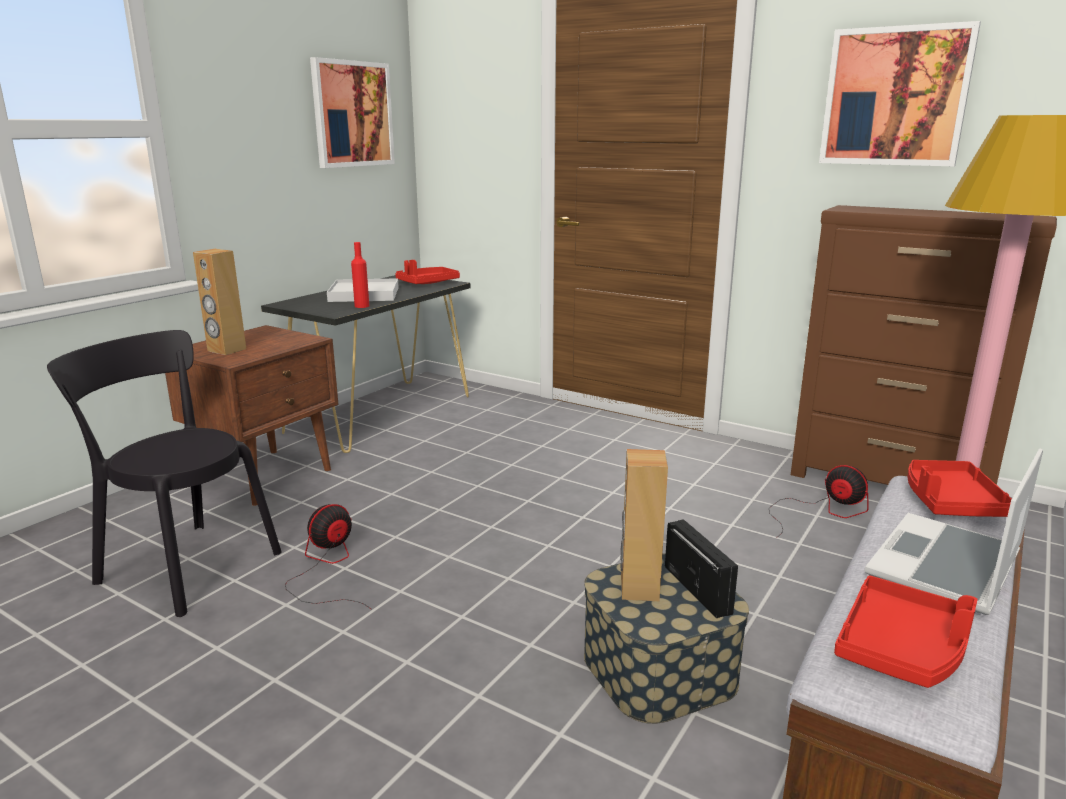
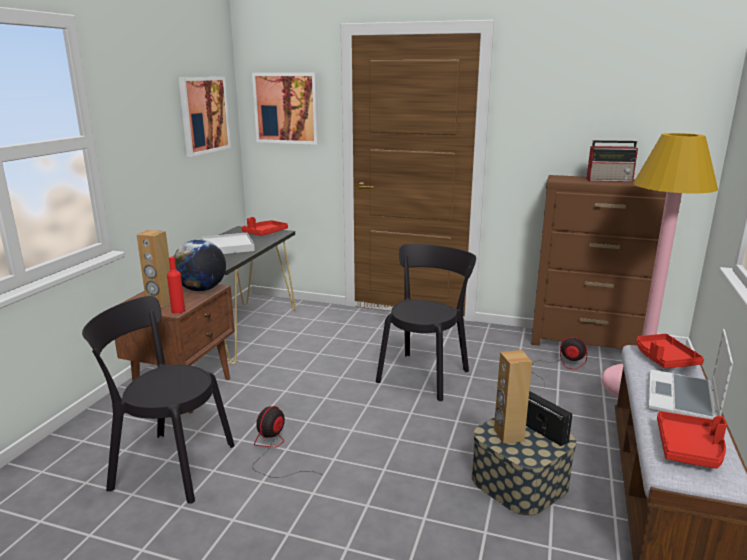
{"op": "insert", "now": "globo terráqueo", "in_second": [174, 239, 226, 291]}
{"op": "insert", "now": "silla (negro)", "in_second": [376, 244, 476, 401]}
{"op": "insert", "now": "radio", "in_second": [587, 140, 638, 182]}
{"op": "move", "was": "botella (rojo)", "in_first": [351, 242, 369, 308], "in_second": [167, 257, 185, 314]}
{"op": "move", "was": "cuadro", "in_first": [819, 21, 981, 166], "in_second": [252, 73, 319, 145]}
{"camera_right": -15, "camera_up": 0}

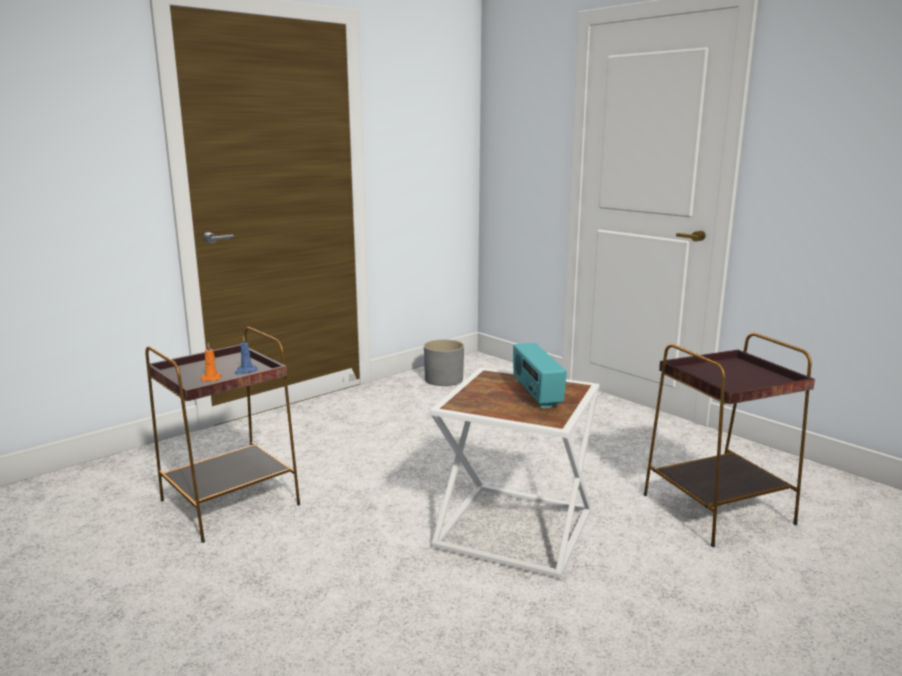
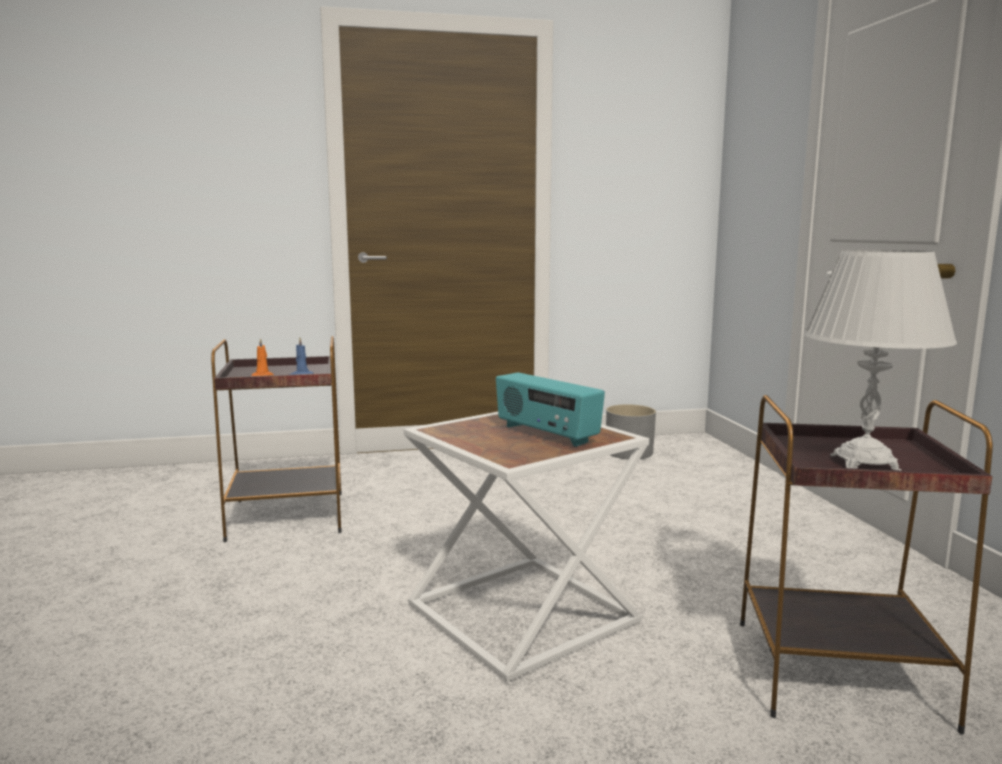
{"op": "insert", "now": "lámpara de mesa (blanco)", "in_second": [804, 250, 957, 470]}
{"op": "rotate", "was": "radio", "in_first": [513, 343, 567, 409], "in_second": [496, 372, 605, 447], "clockwise": -60}
{"camera_right": 30, "camera_up": -5}

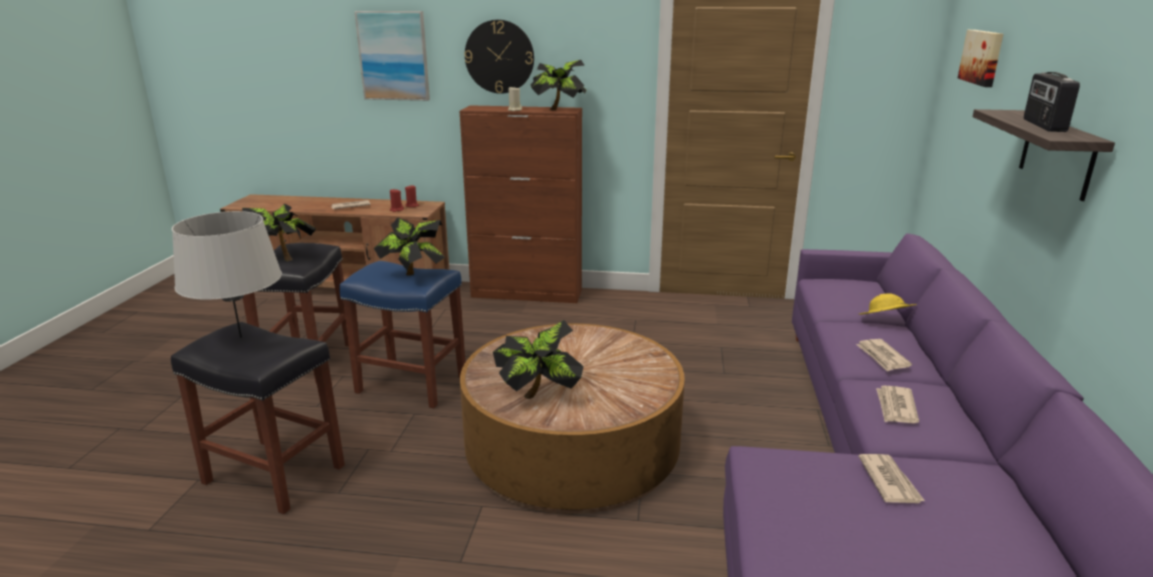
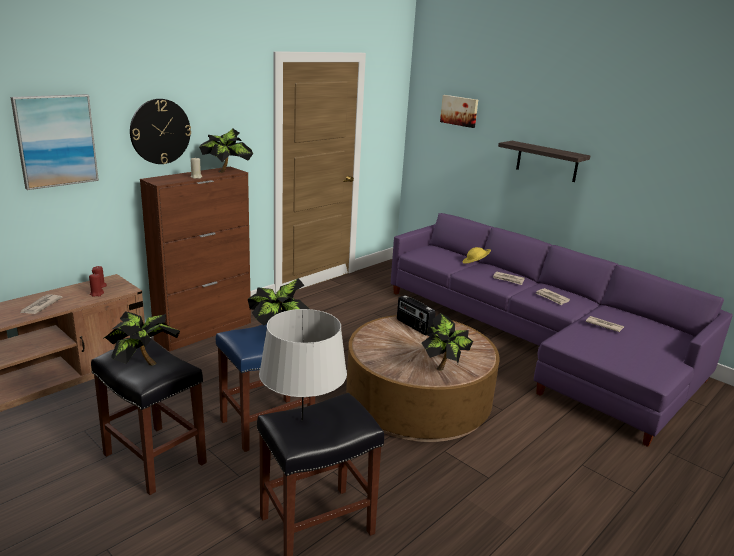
{"op": "move", "was": "radio", "in_first": [1024, 72, 1080, 132], "in_second": [397, 295, 436, 336]}
{"camera_right": -55, "camera_up": 0}

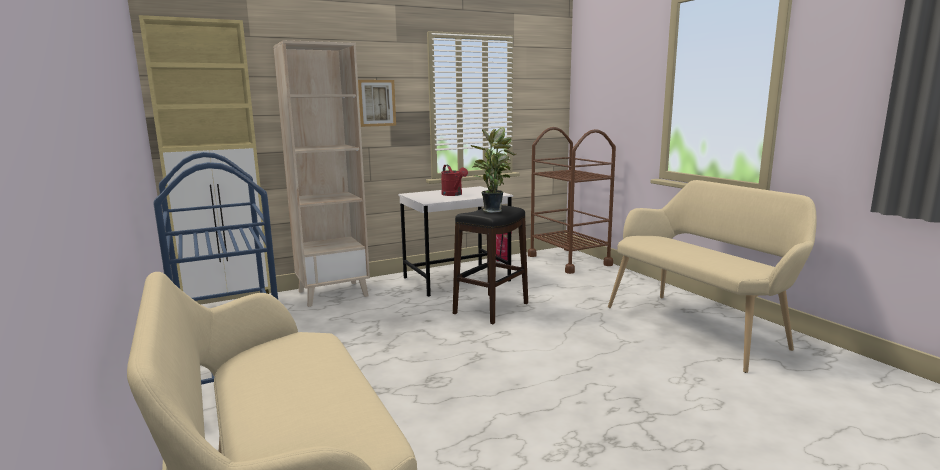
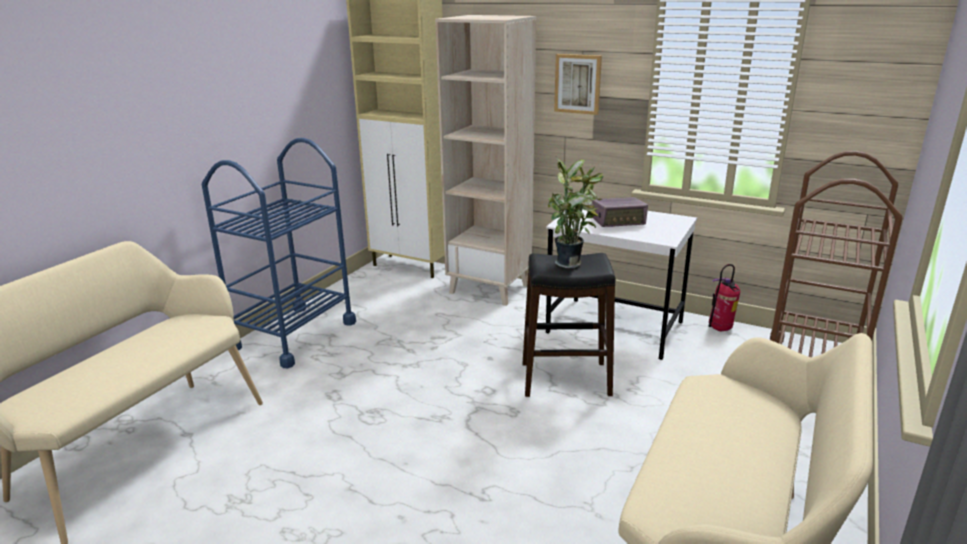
{"op": "replace", "was": "regadera (rojo)", "now": "radio", "in_first": [441, 165, 468, 196], "in_second": [592, 197, 648, 227]}
{"camera_right": 55, "camera_up": 10}

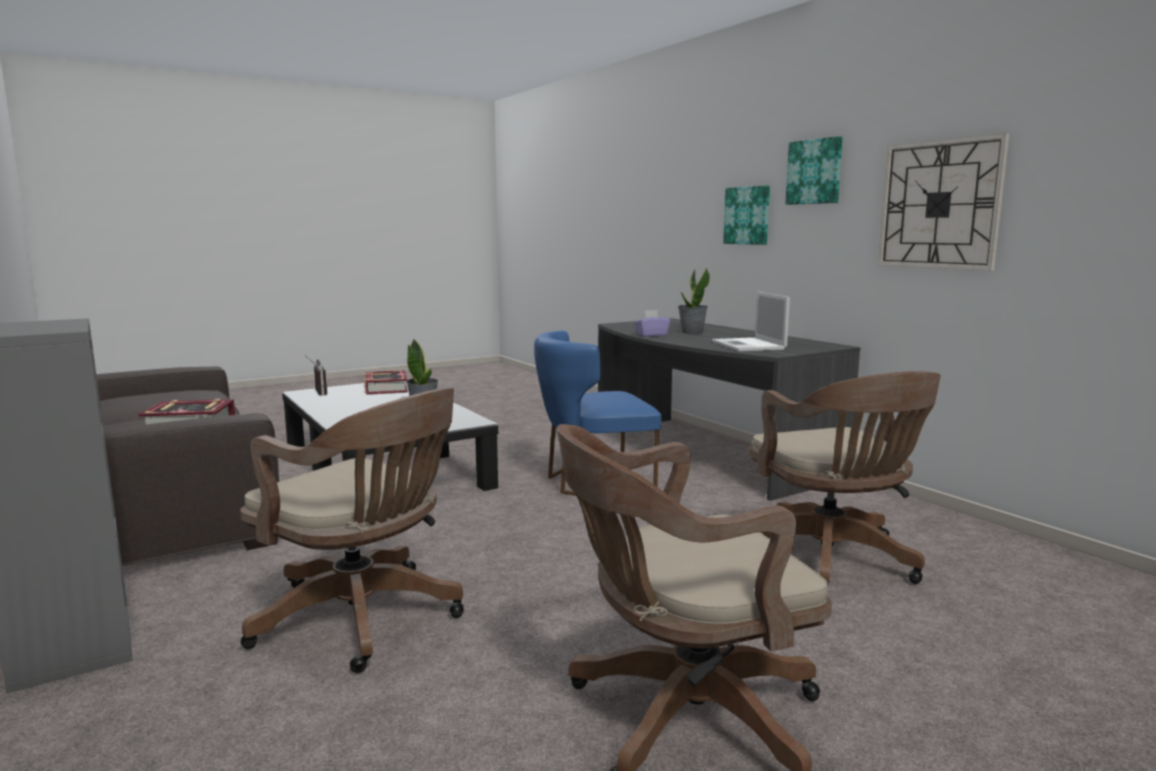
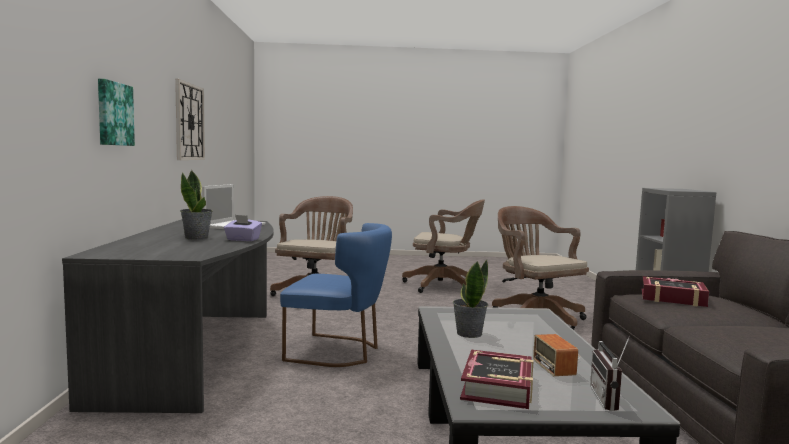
{"op": "delete", "was": "cuadro", "in_first": [785, 136, 843, 205]}
{"op": "insert", "now": "radio", "in_second": [533, 334, 580, 376]}
{"camera_right": -150, "camera_up": -5}

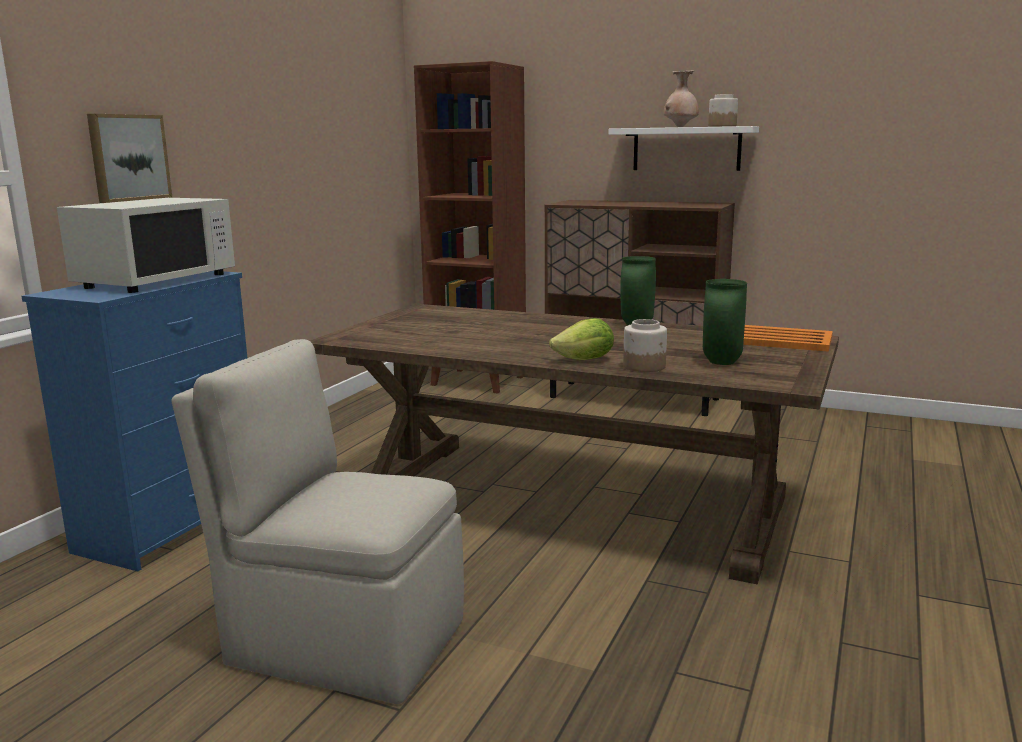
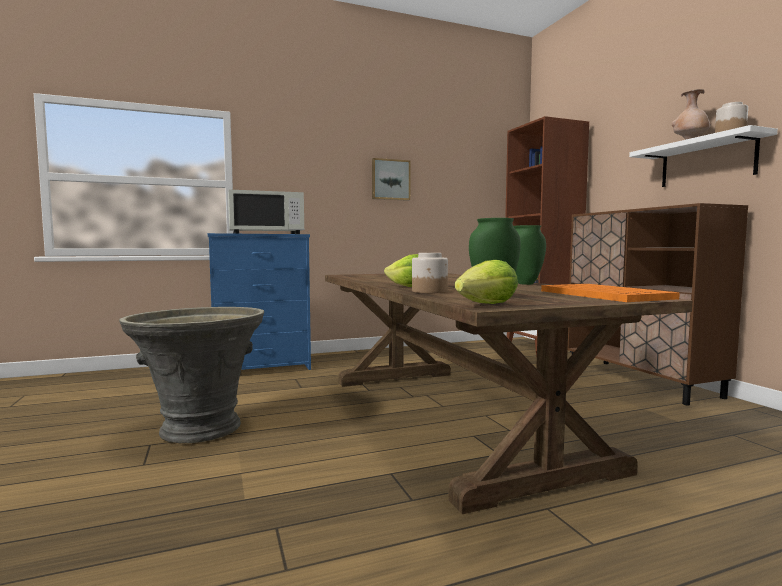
{"op": "insert", "now": "lechuga", "in_second": [455, 260, 518, 304]}
{"op": "move", "was": "cuadro", "in_first": [87, 114, 172, 203], "in_second": [372, 158, 411, 201]}
{"op": "replace", "was": "silla (beis)", "now": "maceta (gris)", "in_first": [172, 339, 464, 704], "in_second": [119, 307, 264, 443]}
{"camera_right": 45, "camera_up": -10}

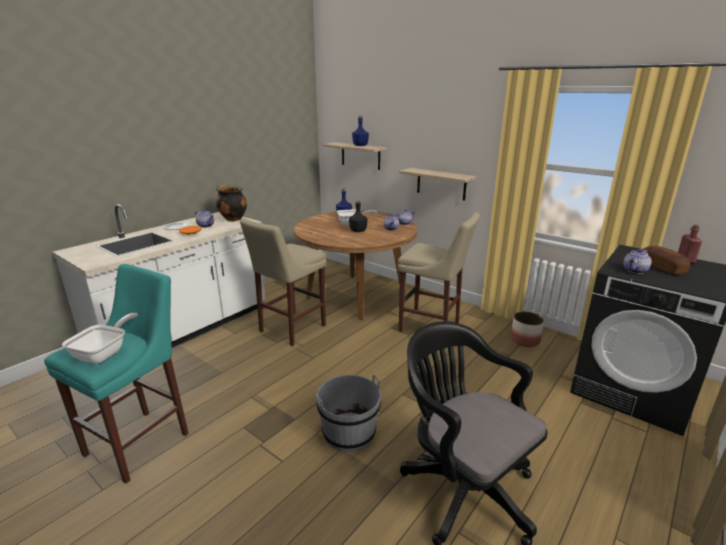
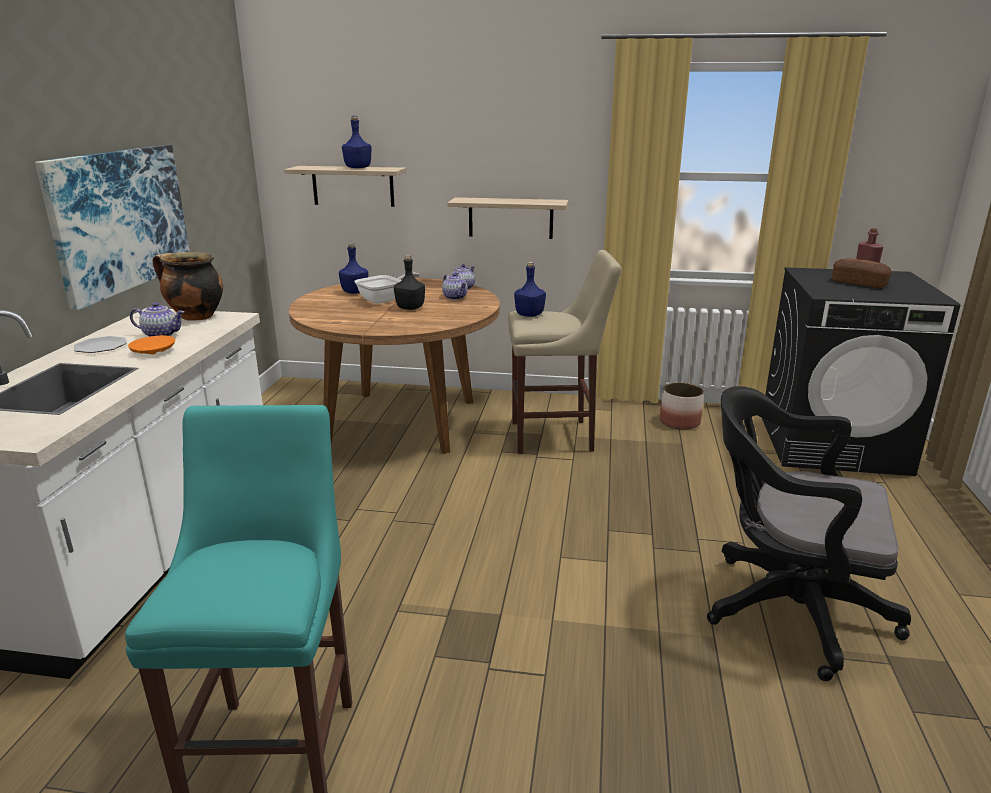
{"op": "delete", "was": "sartén", "in_first": [62, 313, 138, 364]}
{"op": "delete", "was": "taburete (beis)", "in_first": [240, 218, 326, 346]}
{"op": "delete", "was": "cubo (gris)", "in_first": [316, 375, 381, 452]}
{"op": "delete", "was": "tetera", "in_first": [623, 249, 651, 274]}
{"op": "insert", "now": "cuadro", "in_second": [35, 145, 190, 310]}
{"op": "insert", "now": "botella (azul)", "in_second": [514, 262, 546, 317]}
{"camera_right": -30, "camera_up": 0}

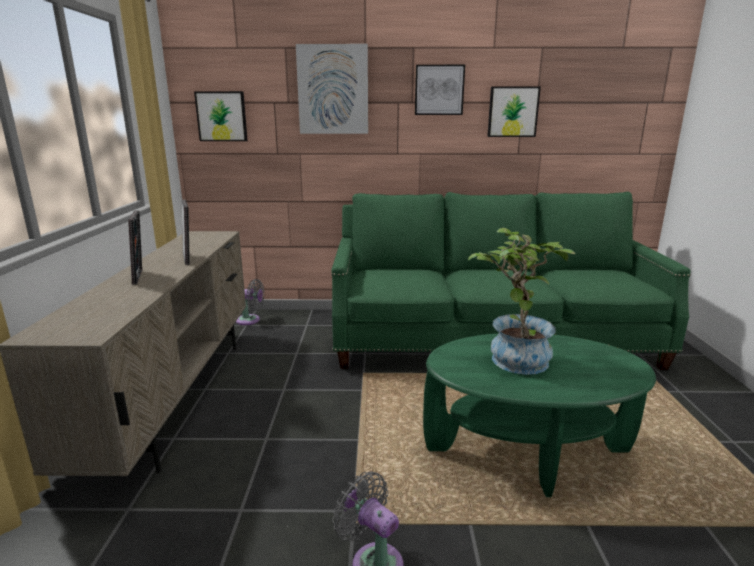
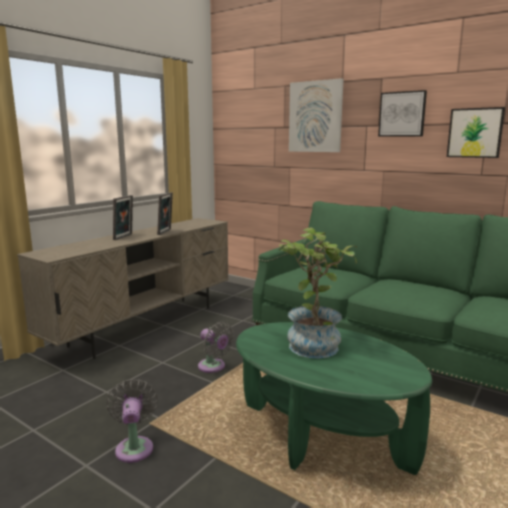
{"op": "delete", "was": "cuadro", "in_first": [194, 91, 248, 141]}
{"op": "move", "was": "ventilador (gris)", "in_first": [236, 279, 265, 325], "in_second": [198, 322, 234, 373]}
{"camera_right": 35, "camera_up": -5}

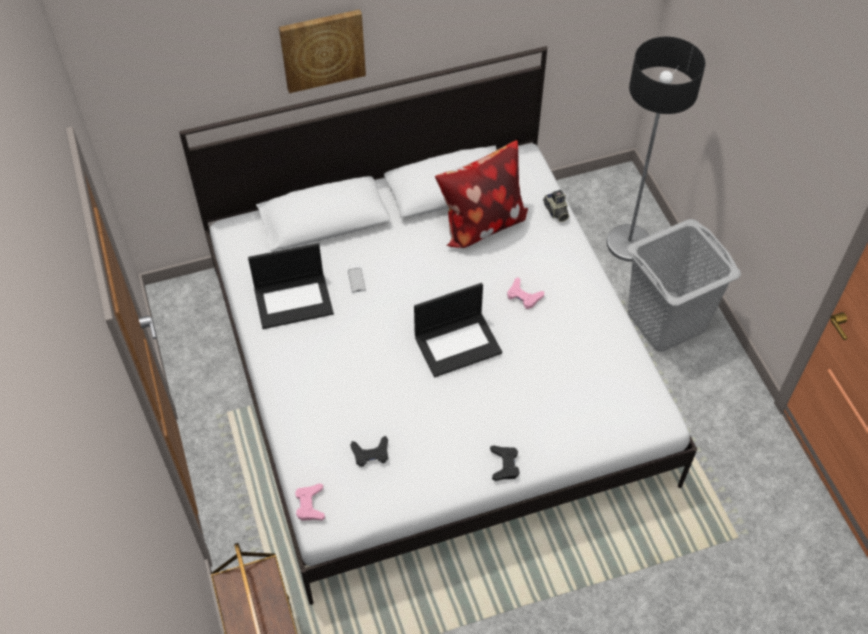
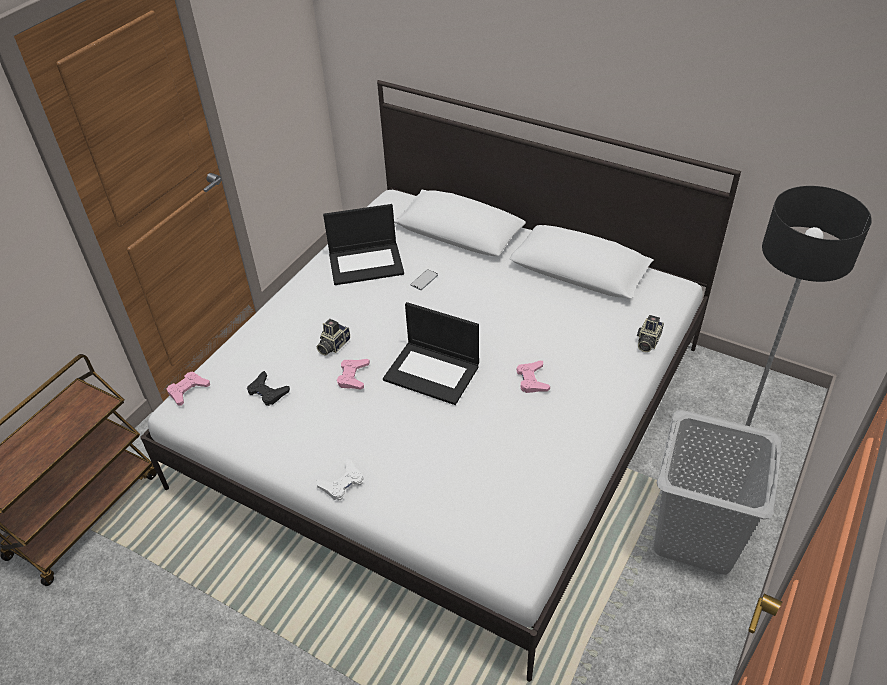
{"op": "delete", "was": "cuadro", "in_first": [279, 9, 366, 93]}
{"op": "delete", "was": "cojín", "in_first": [435, 140, 528, 248]}
{"op": "insert", "now": "cámara", "in_second": [317, 319, 350, 356]}
{"op": "insert", "now": "mando de consola (rosa)", "in_second": [337, 359, 370, 390]}
{"op": "recolor", "was": "mando de consola (negro)", "now": "mando de consola (blanco)", "in_first": [490, 445, 520, 481], "in_second": [316, 459, 363, 501]}
{"op": "rotate", "was": "portátil", "in_first": [248, 243, 334, 329], "in_second": [323, 204, 404, 285], "clockwise": -45}
{"camera_right": 50, "camera_up": -10}

